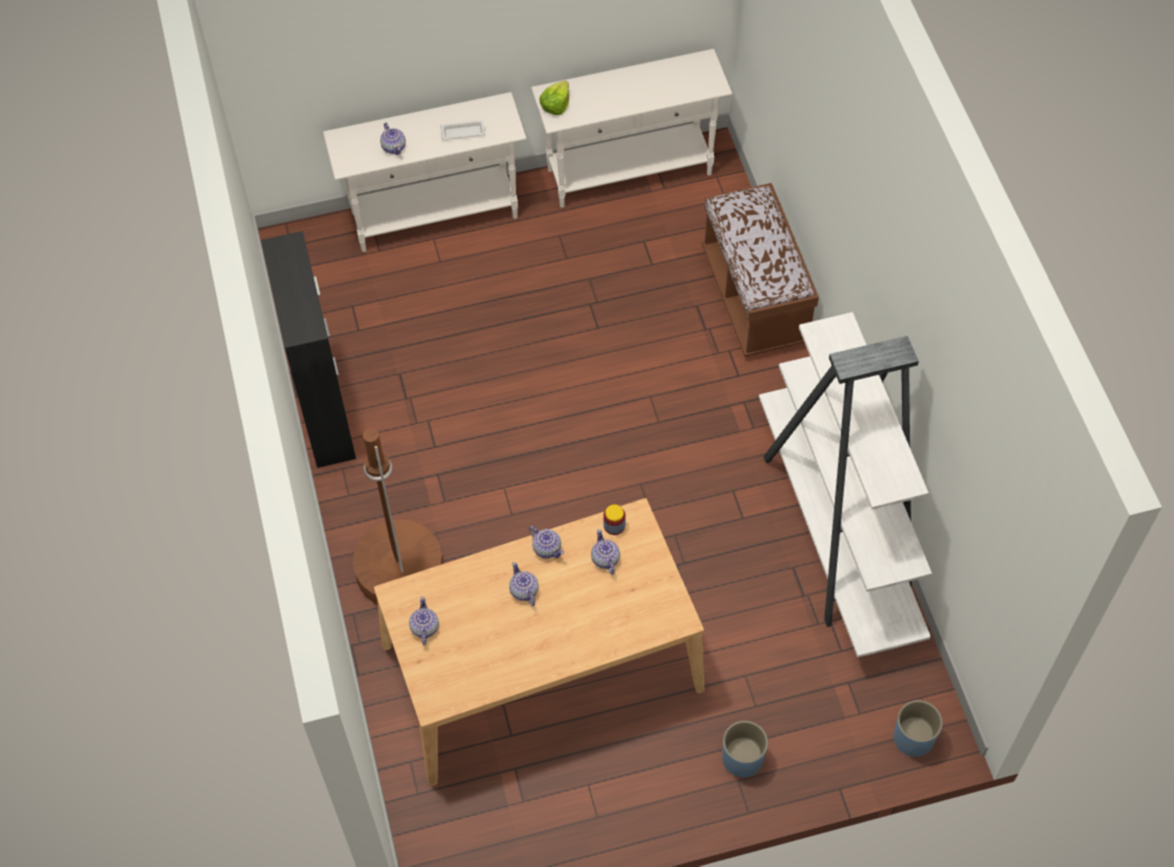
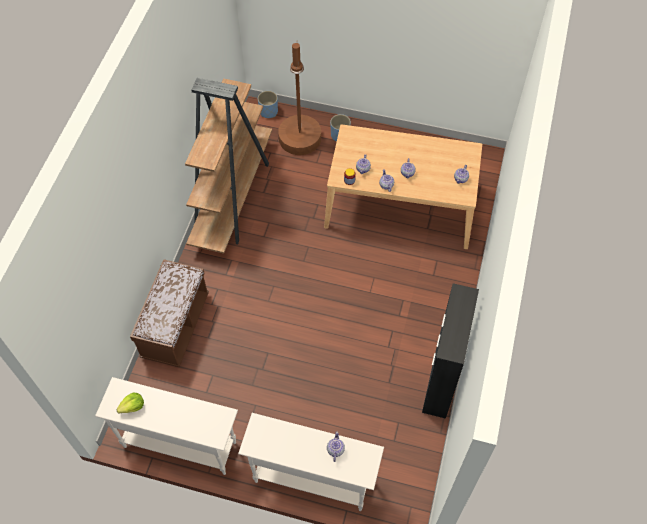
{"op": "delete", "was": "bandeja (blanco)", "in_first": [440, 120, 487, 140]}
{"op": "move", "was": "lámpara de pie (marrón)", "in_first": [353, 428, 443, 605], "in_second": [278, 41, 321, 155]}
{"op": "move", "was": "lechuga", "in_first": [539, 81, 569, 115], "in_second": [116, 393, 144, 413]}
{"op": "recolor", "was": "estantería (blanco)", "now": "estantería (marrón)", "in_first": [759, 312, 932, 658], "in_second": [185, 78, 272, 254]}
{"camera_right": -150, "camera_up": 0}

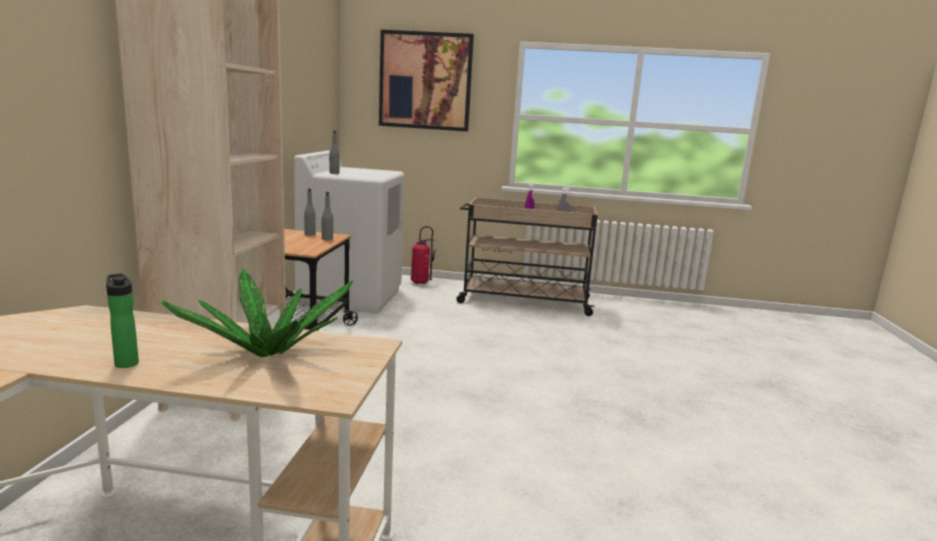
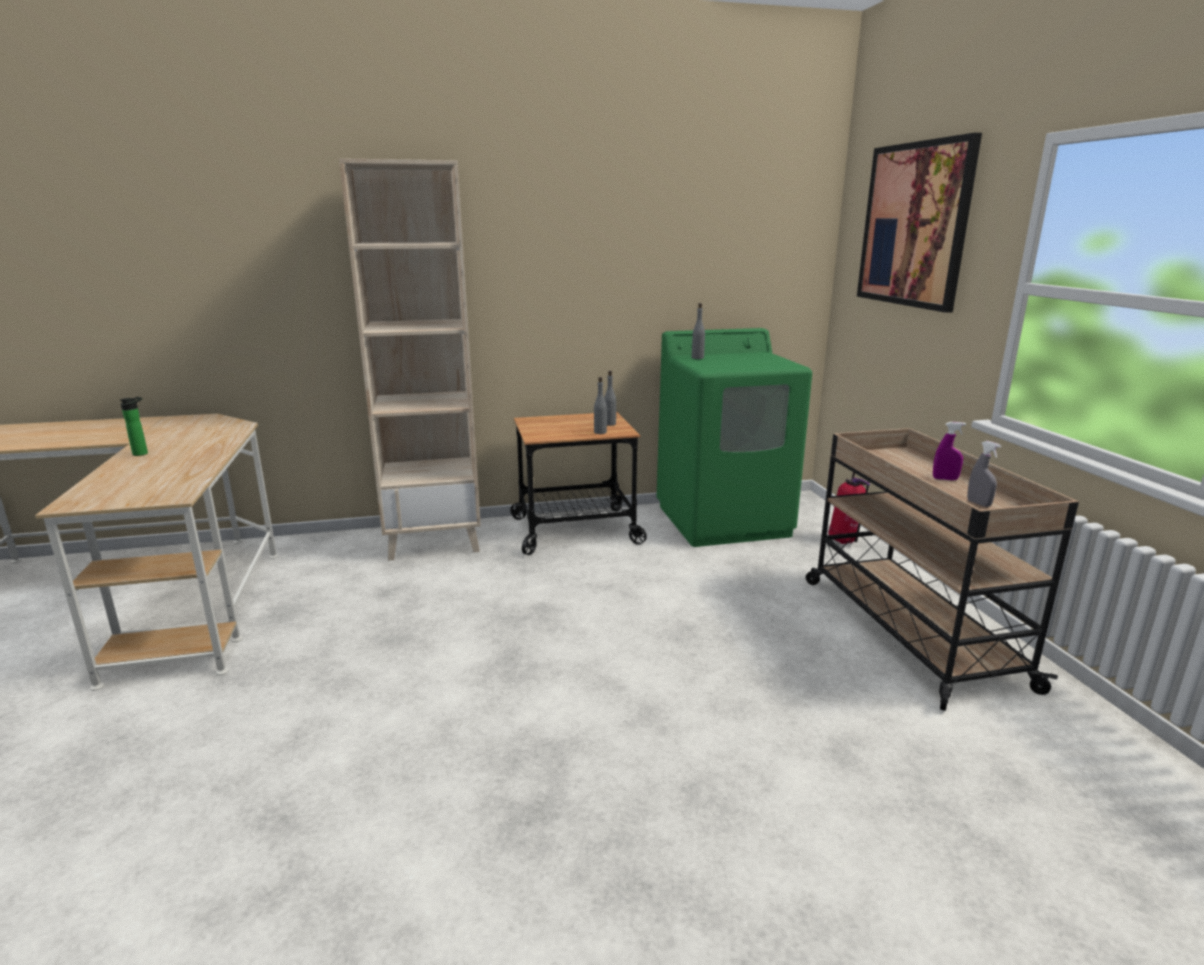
{"op": "delete", "was": "planta en maceta", "in_first": [161, 268, 353, 357]}
{"op": "recolor", "was": "lavadora (blanco)", "now": "lavadora (verde)", "in_first": [294, 150, 405, 313], "in_second": [657, 328, 812, 547]}
{"camera_right": 70, "camera_up": 5}

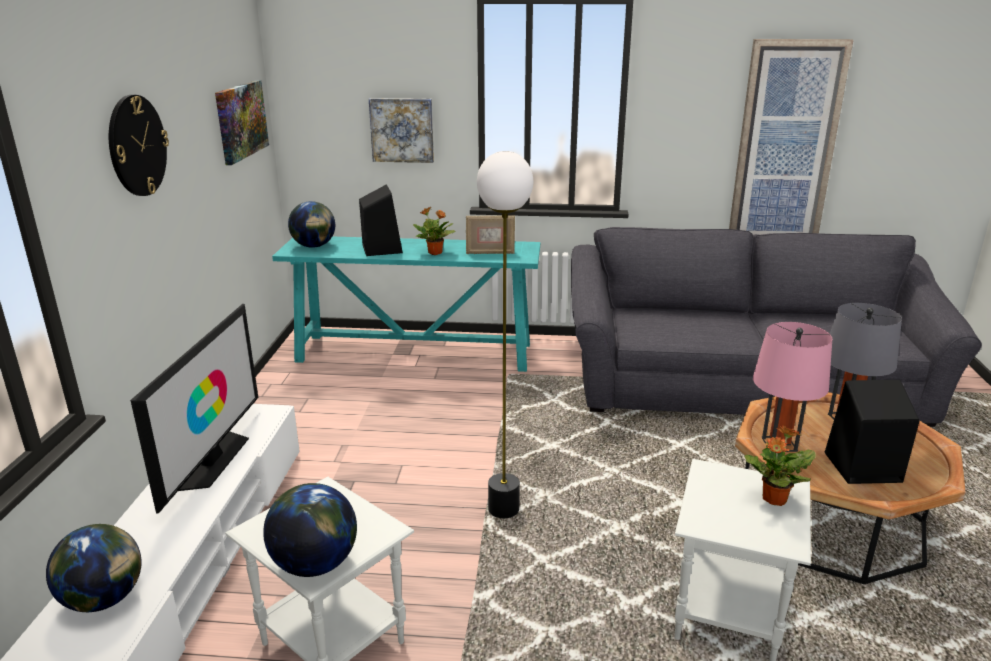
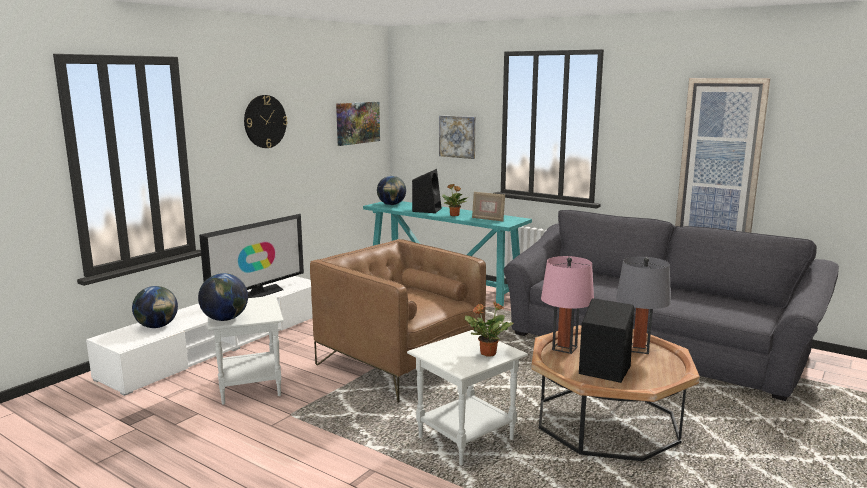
{"op": "replace", "was": "lámpara de pie", "now": "sillón (marrón)", "in_first": [477, 151, 533, 518], "in_second": [310, 239, 486, 402]}
{"camera_right": 30, "camera_up": -10}

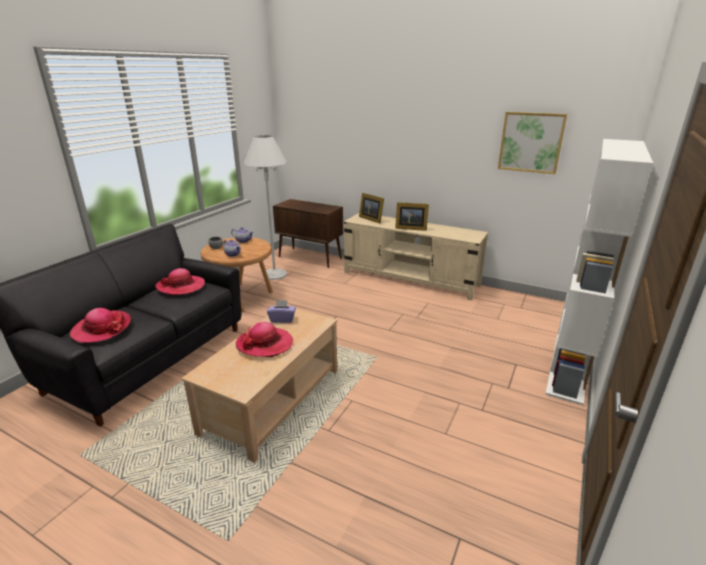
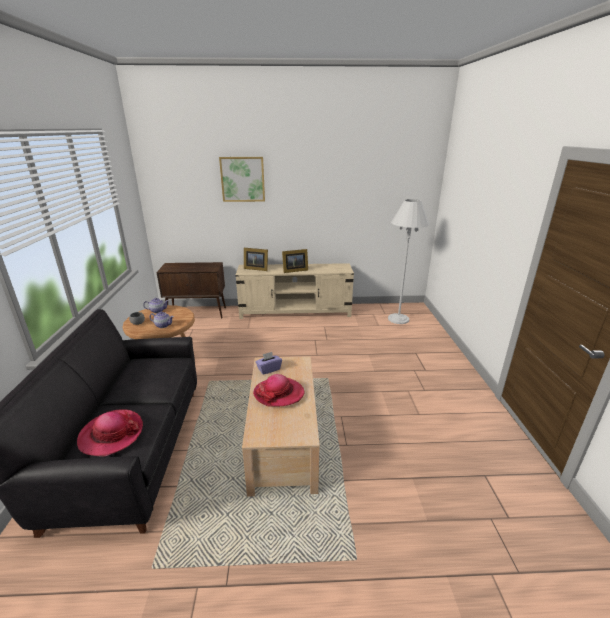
{"op": "delete", "was": "sombrero", "in_first": [155, 268, 205, 296]}
{"op": "delete", "was": "estantería (blanco)", "in_first": [545, 139, 653, 405]}
{"op": "move", "was": "lámpara de pie (blanco)", "in_first": [244, 135, 287, 280], "in_second": [388, 199, 430, 324]}
{"op": "move", "was": "cuadro", "in_first": [498, 112, 567, 174], "in_second": [219, 157, 265, 202]}
{"camera_right": -30, "camera_up": 0}

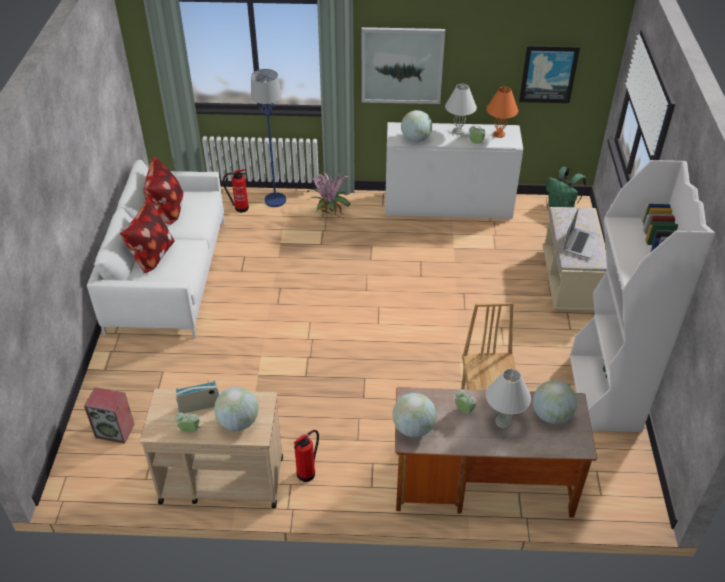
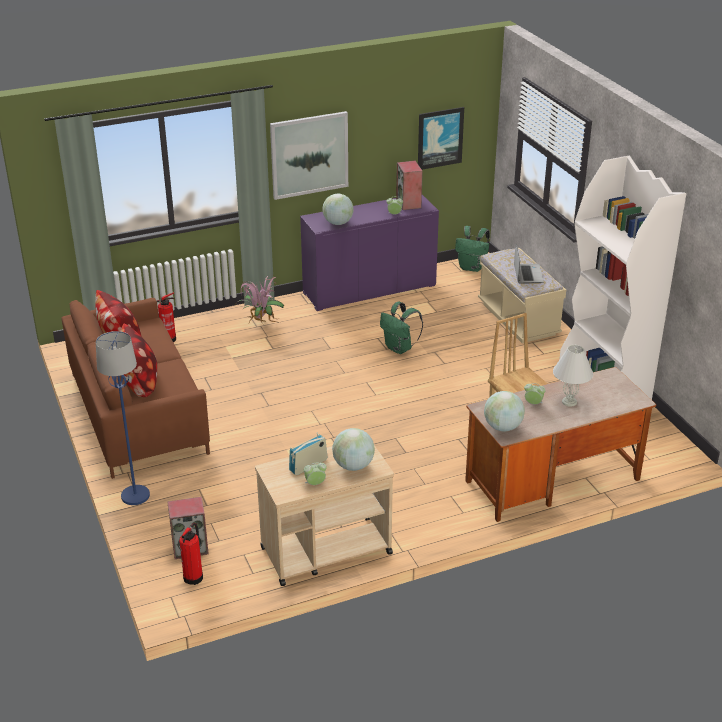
{"op": "delete", "was": "lámpara de mesa (blanco)", "in_first": [445, 84, 477, 135]}
{"op": "delete", "was": "globo terráqueo", "in_first": [533, 380, 577, 424]}
{"op": "insert", "now": "mochila (verde)", "in_second": [380, 302, 423, 354]}
{"op": "move", "was": "lámpara de pie (azul)", "in_first": [251, 69, 286, 207], "in_second": [96, 331, 150, 505]}
{"op": "move", "was": "extintor", "in_first": [293, 430, 319, 482], "in_second": [179, 523, 203, 585]}
{"op": "replace", "was": "lámpara de mesa (naranja)", "now": "altavoz", "in_first": [486, 87, 518, 138], "in_second": [396, 161, 423, 210]}
{"op": "recolor", "was": "sofá (blanco)", "now": "sofá (marrón)", "in_first": [87, 160, 224, 338], "in_second": [62, 298, 210, 479]}
{"op": "recolor", "was": "armario (blanco)", "now": "armario (morado)", "in_first": [385, 122, 523, 219], "in_second": [300, 195, 439, 311]}
{"camera_right": -25, "camera_up": -10}

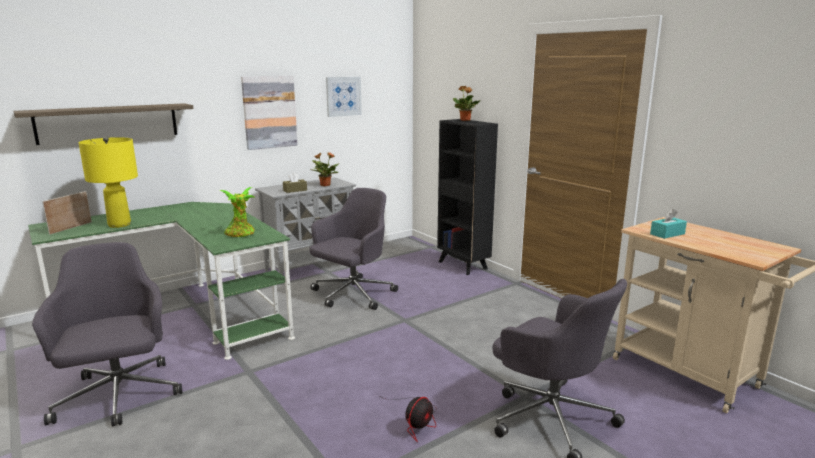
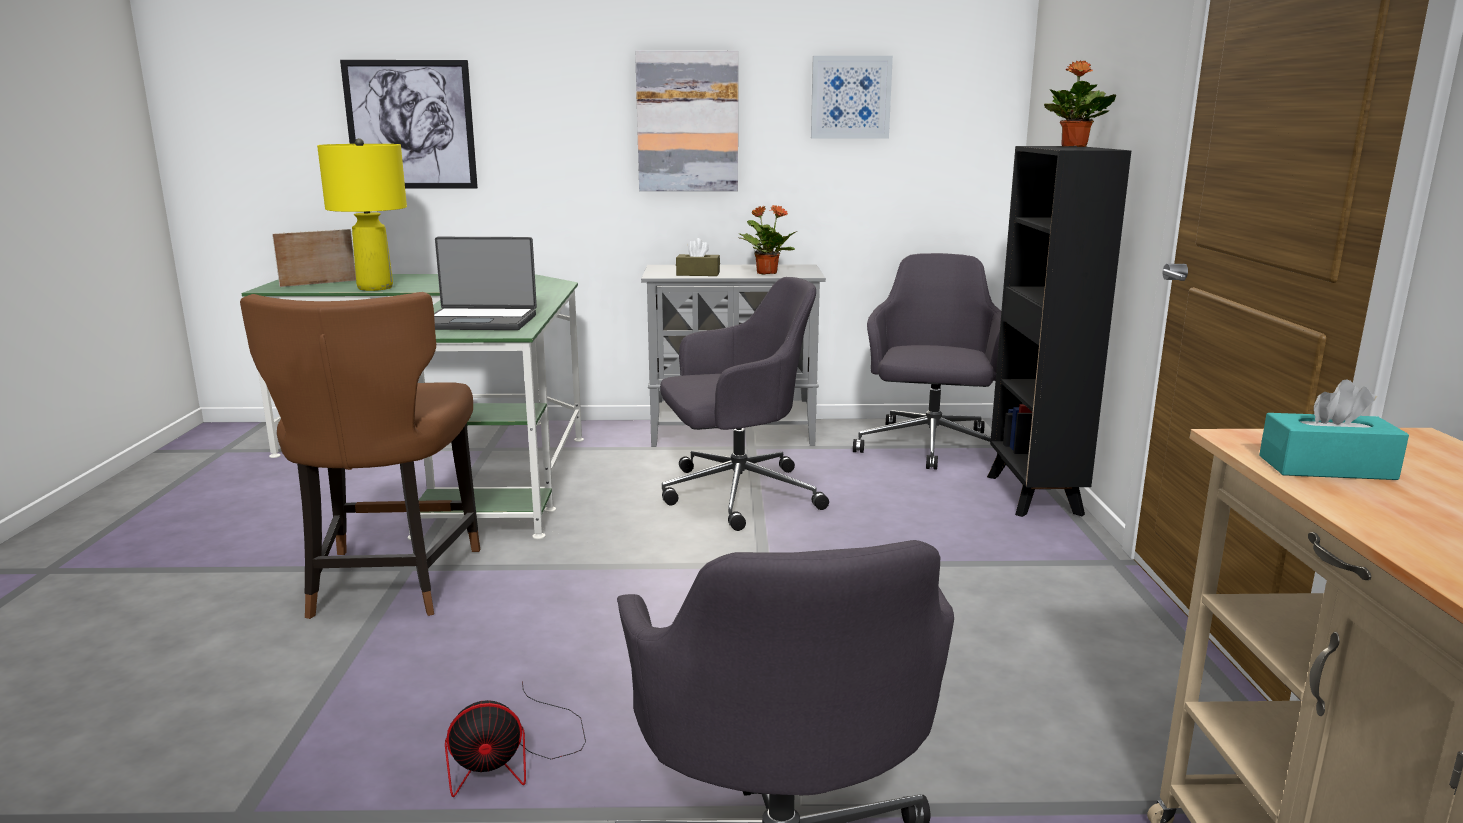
{"op": "insert", "now": "silla (marrón)", "in_second": [240, 292, 480, 619]}
{"op": "move", "was": "silla de oficina (gris)", "in_first": [32, 242, 183, 426], "in_second": [853, 253, 1001, 470]}
{"op": "replace", "was": "estante", "now": "cuadro", "in_first": [14, 103, 193, 145], "in_second": [340, 60, 478, 189]}
{"op": "replace", "was": "planta en maceta", "now": "portátil", "in_first": [219, 187, 255, 237], "in_second": [434, 237, 537, 330]}
{"camera_right": 35, "camera_up": 0}

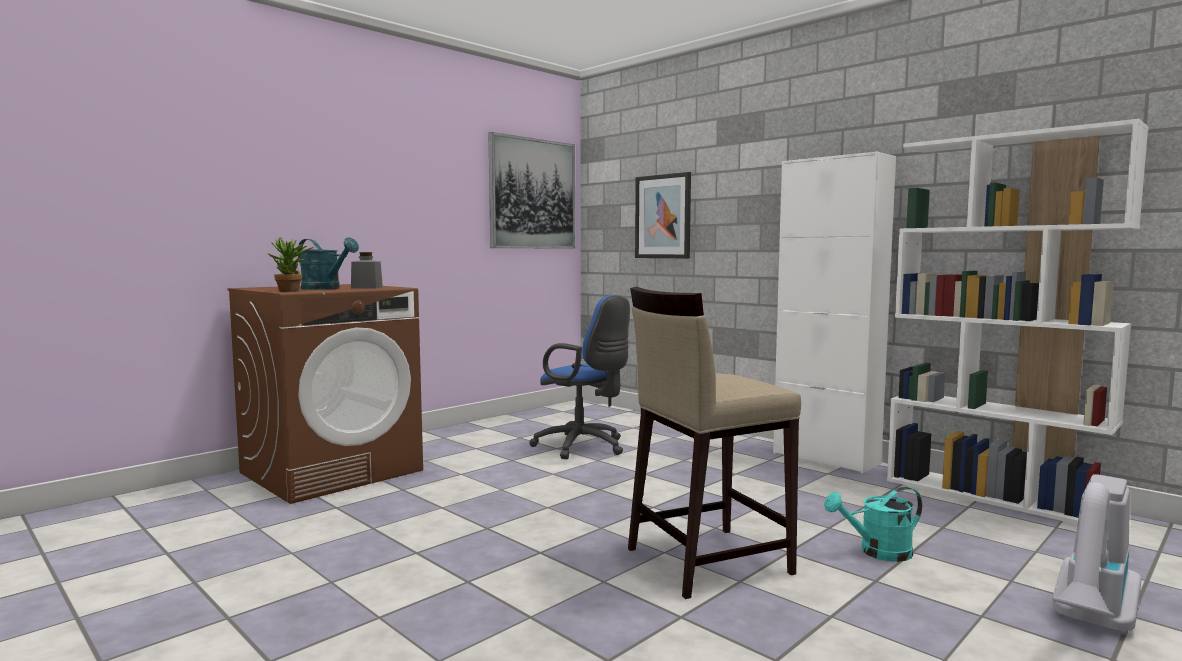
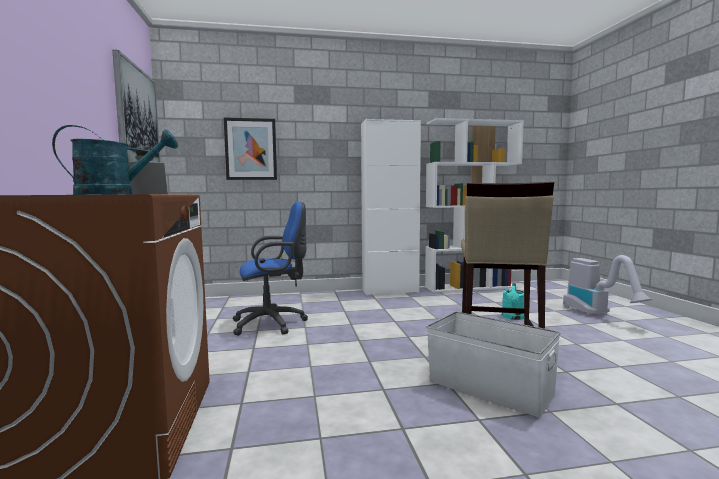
{"op": "delete", "was": "planta en maceta", "in_first": [267, 237, 314, 292]}
{"op": "insert", "now": "caja de almacenaje (blanco)", "in_second": [427, 312, 560, 418]}
{"camera_right": -55, "camera_up": 0}

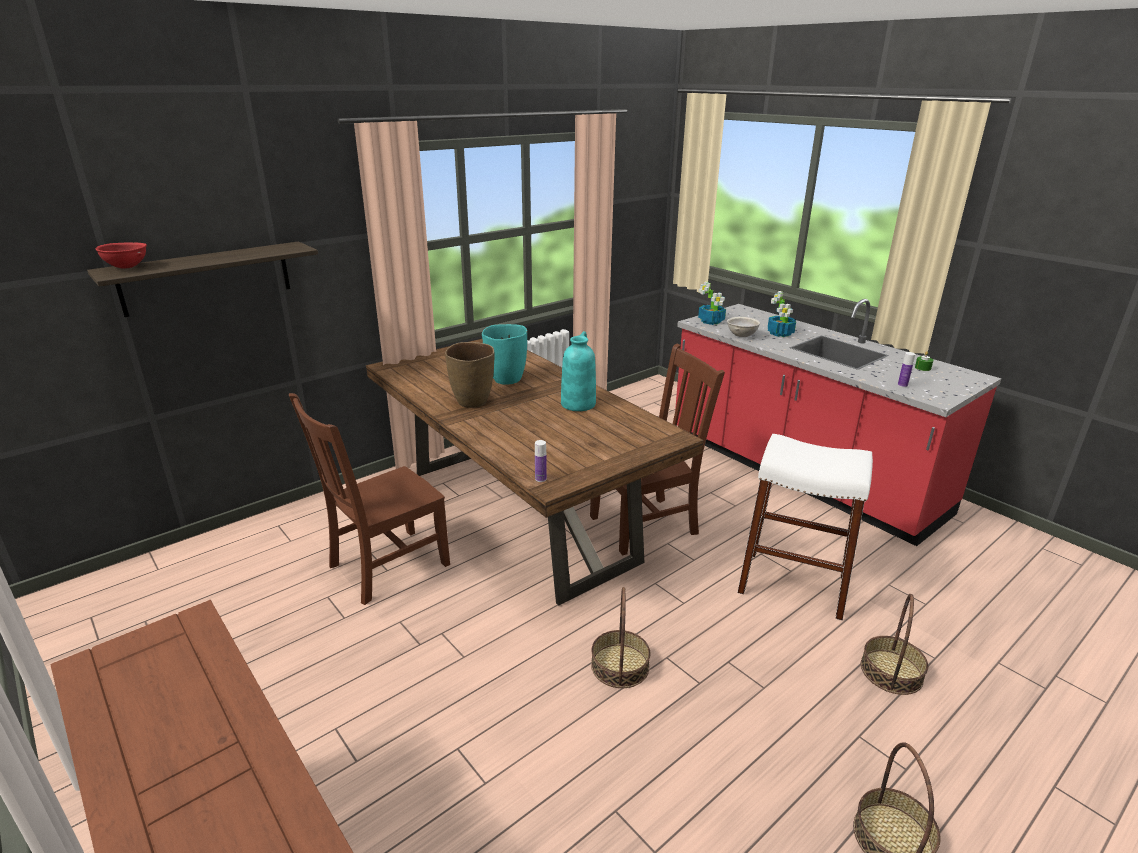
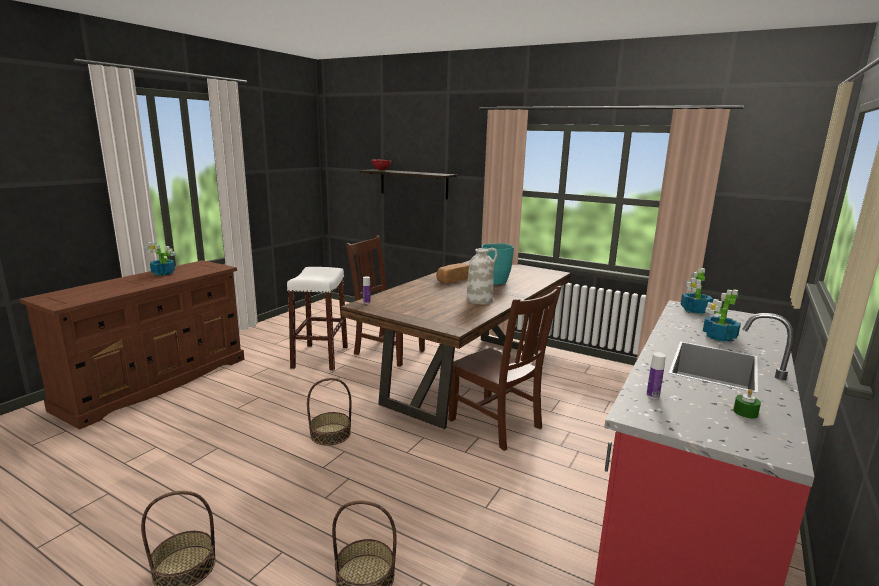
{"op": "delete", "was": "cuenco (gris)", "in_first": [727, 317, 760, 337]}
{"op": "insert", "now": "planta en maceta", "in_second": [145, 242, 176, 276]}
{"op": "move", "was": "taburete (blanco)", "in_first": [737, 434, 873, 620], "in_second": [287, 267, 348, 371]}
{"op": "replace", "was": "florero (marrón)", "now": "pan", "in_first": [445, 342, 494, 408], "in_second": [436, 263, 469, 283]}
{"op": "recolor", "was": "florero (turquesa)", "now": "florero (blanco)", "in_first": [561, 331, 596, 411], "in_second": [466, 248, 498, 304]}
{"camera_right": 70, "camera_up": -10}

